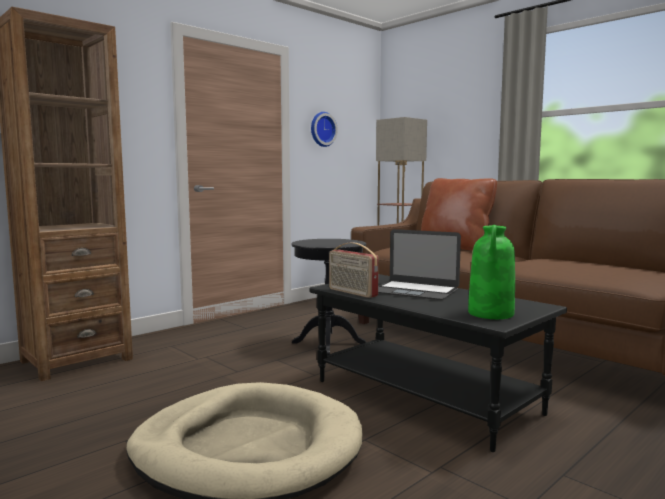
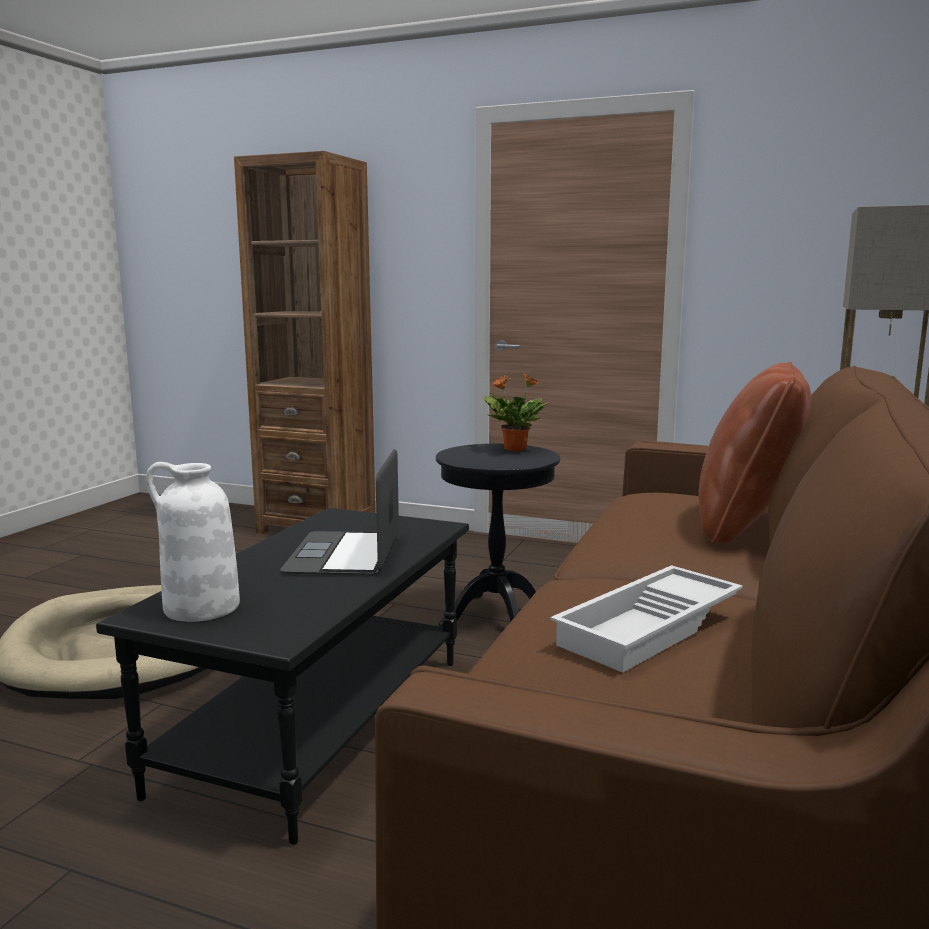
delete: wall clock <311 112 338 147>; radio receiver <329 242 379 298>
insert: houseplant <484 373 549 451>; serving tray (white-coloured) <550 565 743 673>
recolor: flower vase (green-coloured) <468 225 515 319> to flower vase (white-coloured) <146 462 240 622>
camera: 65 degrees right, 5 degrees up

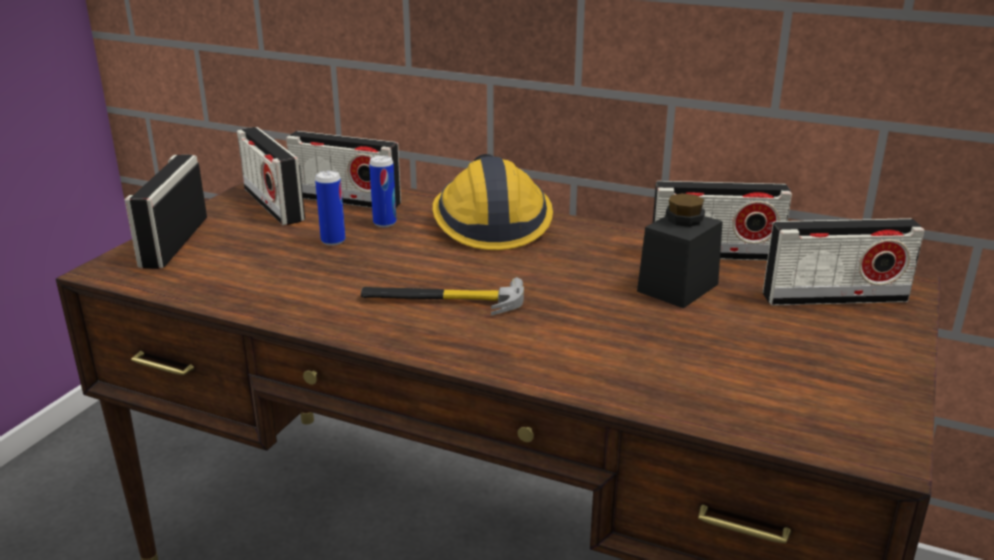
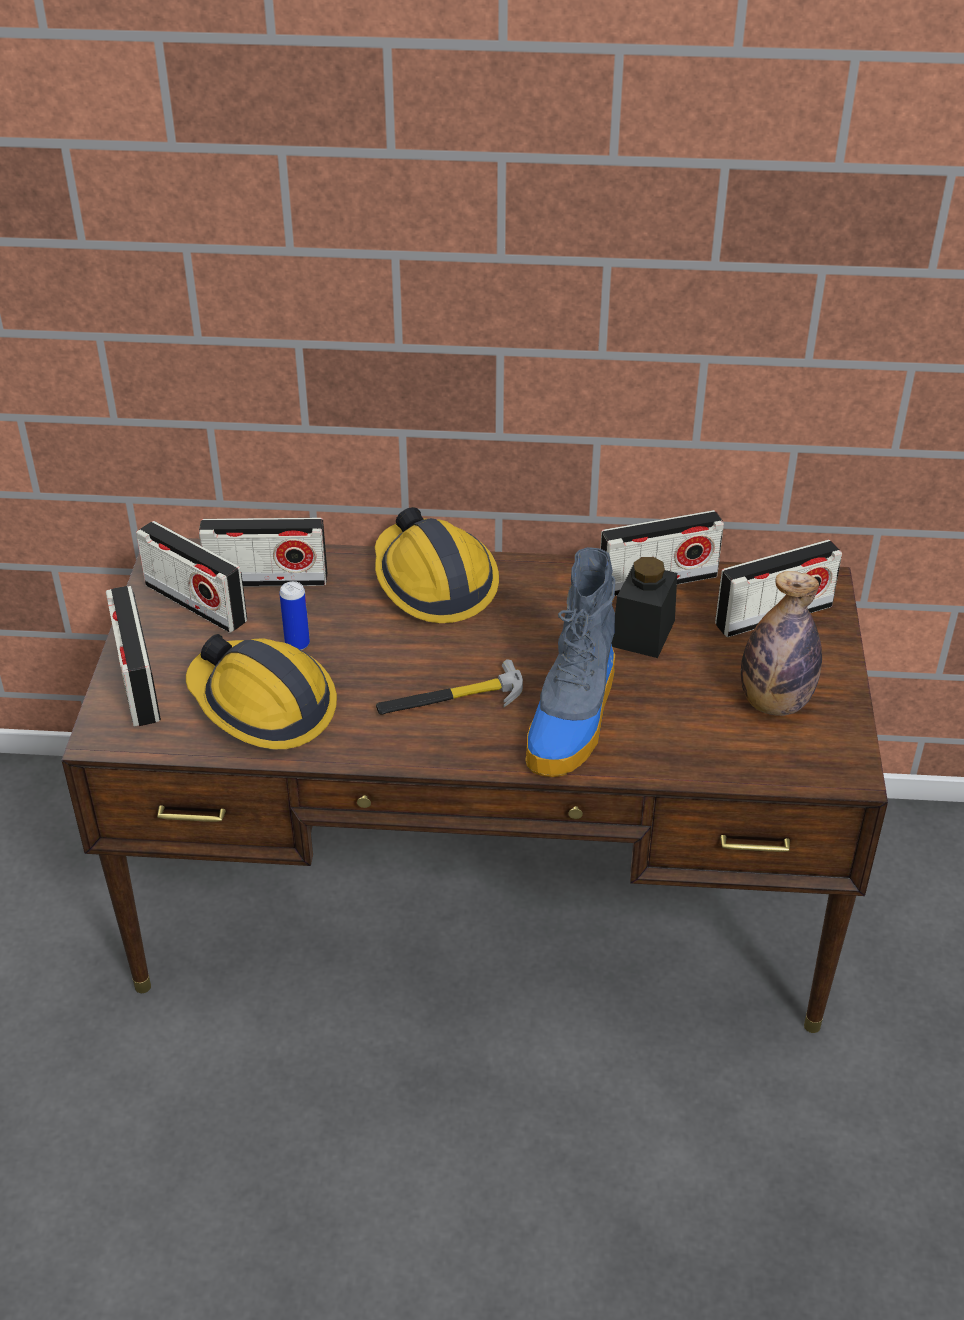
delete: metal can <369 155 397 227>
insert: work helmet <186 634 337 749>; boot <525 547 615 777>; drink bottle <741 571 822 716>
camera: 20 degrees left, 15 degrees up

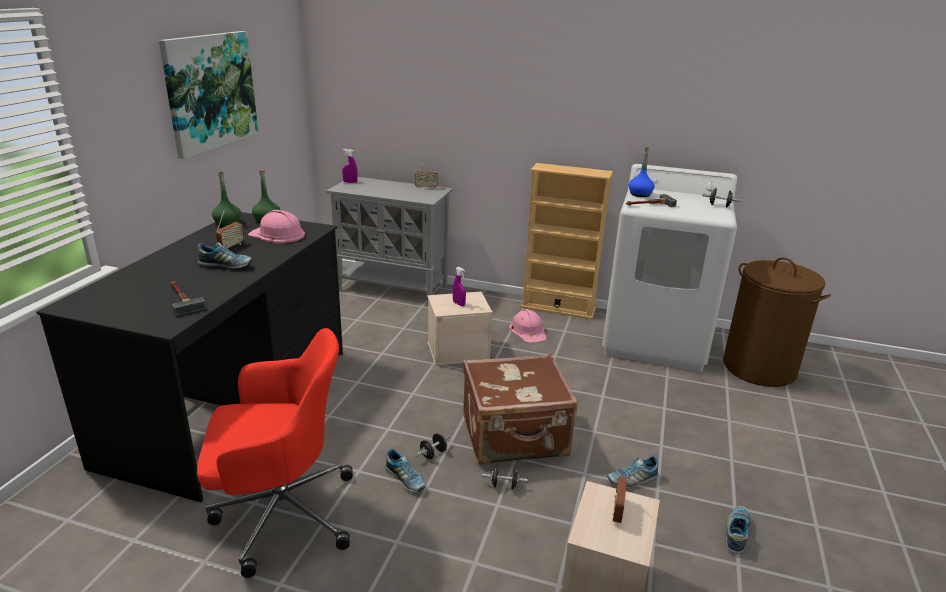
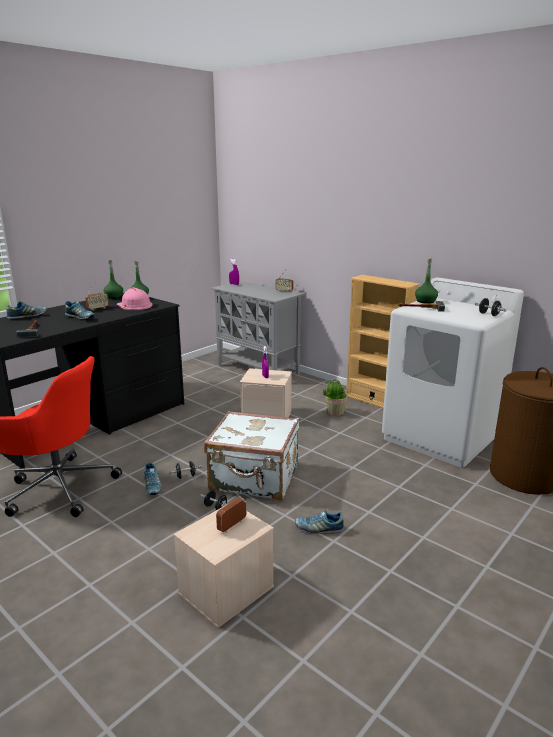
delete: wall picture <159 31 258 159>
move: shoe <726 506 751 554> to <6 301 47 319>
replace: work helmet (pink-coloured) <509 309 547 343> to houseplant <323 378 348 416>
recolor: travel case (brown) <463 354 578 465> to travel case (white-coloured) <204 411 299 500>; drink bottle (bluish) <629 146 655 197> to drink bottle (green-coloured) <415 259 438 304>
camera: 25 degrees right, 5 degrees down

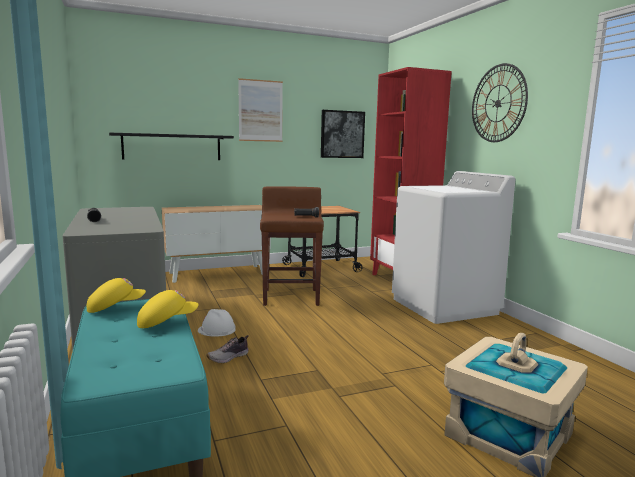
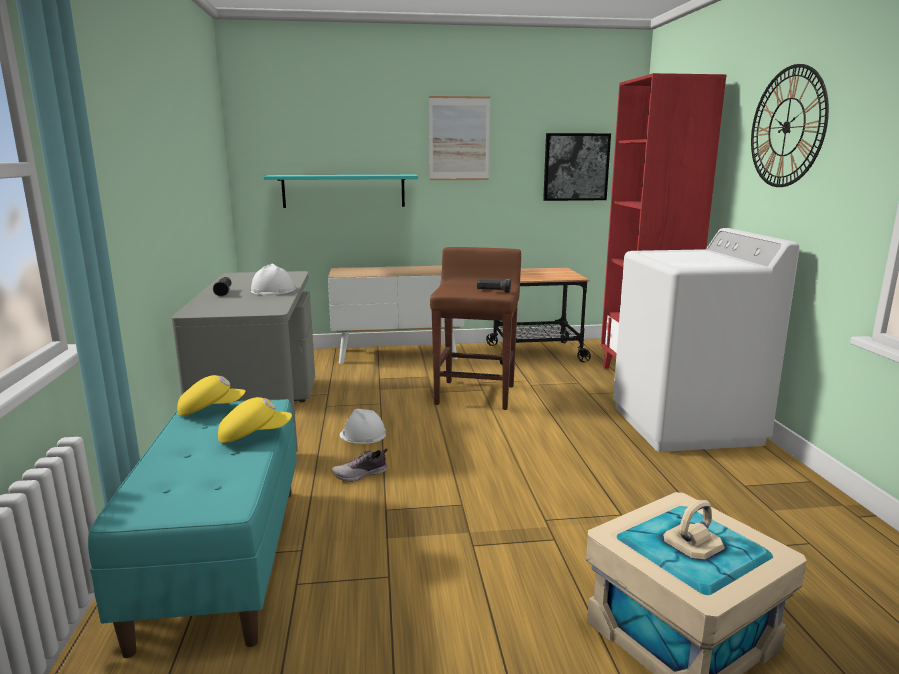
insert: work helmet (white-coloured) <251 264 295 295>
recolor: shelf (black) <109 133 234 160> to shelf (turquoise-coloured) <263 175 418 208>
camera: 15 degrees right, 5 degrees up

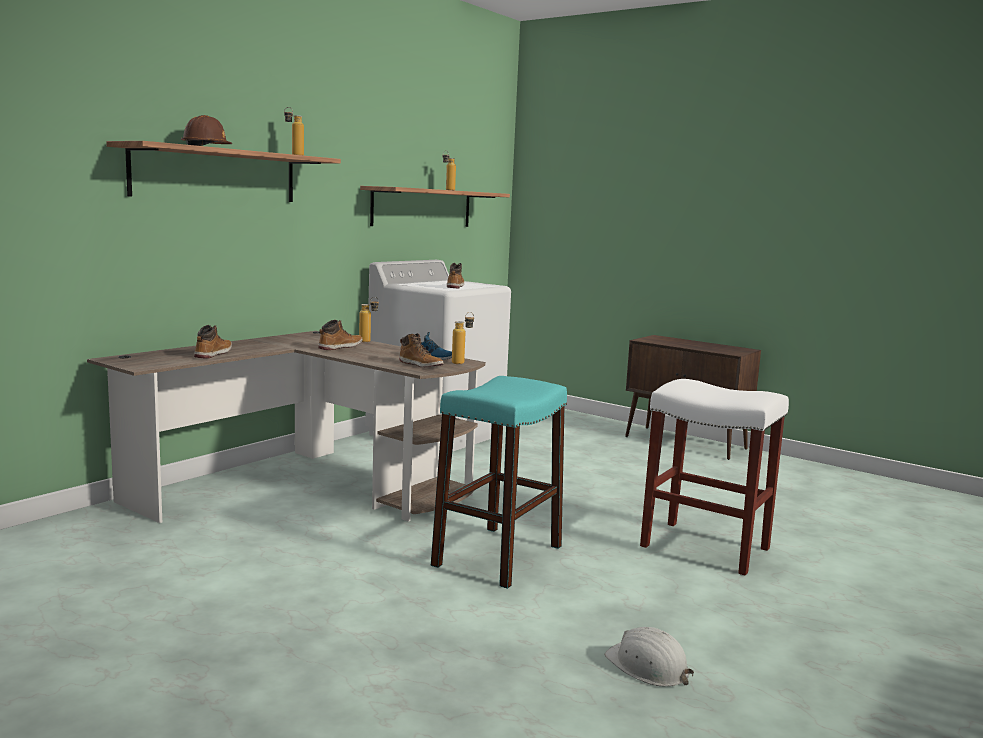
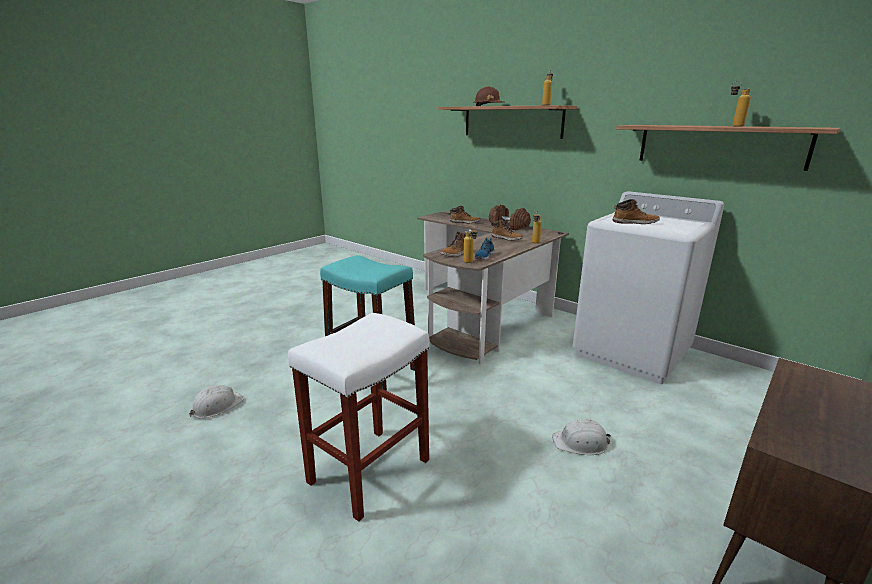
insert: hand weight (brown) <489 205 531 230>; work helmet (white-coloured) <552 419 611 455>
camera: 95 degrees right, 10 degrees up

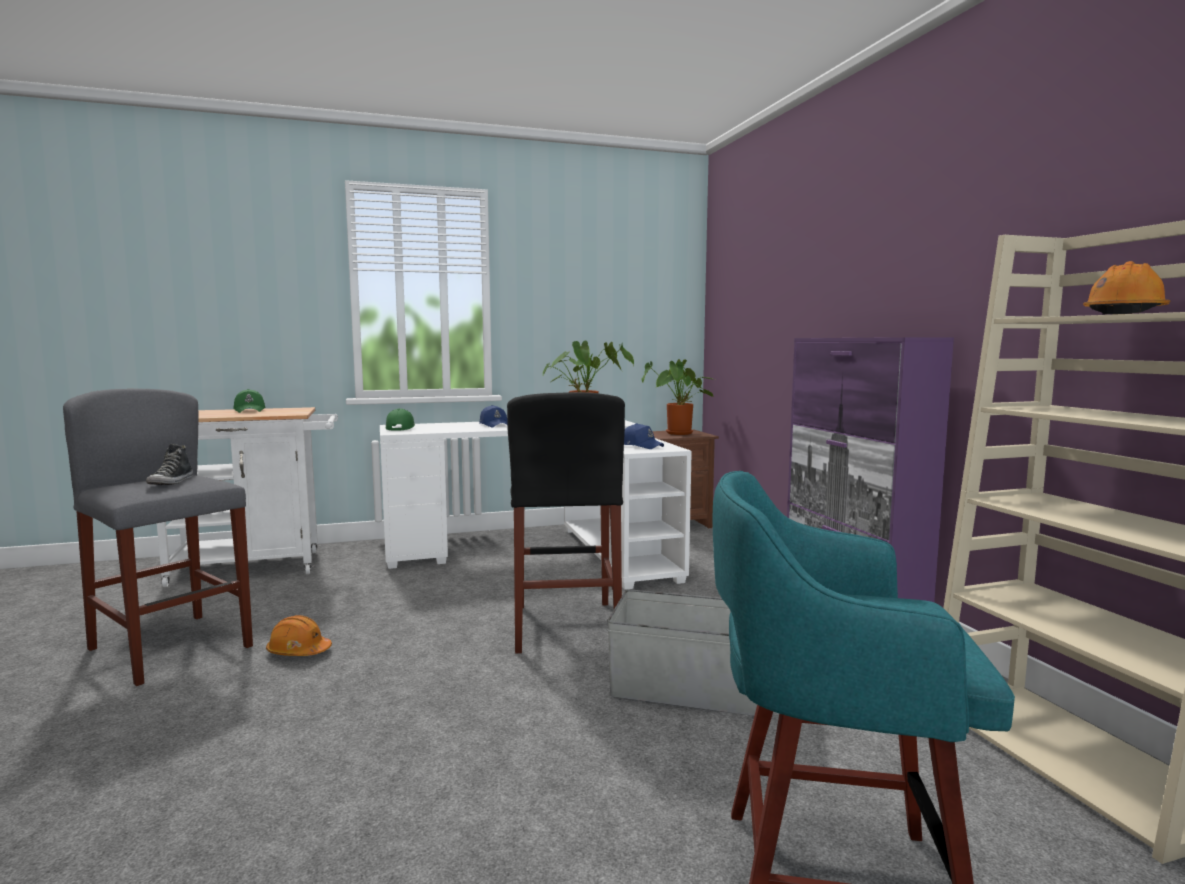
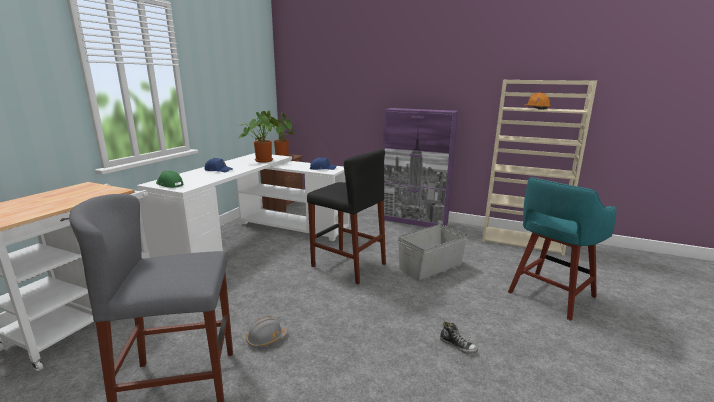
delete: cap (green-coloured) <233 389 266 413>
move: shoe <146 444 193 485> to <440 322 478 354>
recolor: work helmet (orange) <266 615 332 656> to work helmet (greyish) <246 316 288 347>
camera: 50 degrees left, 10 degrees up

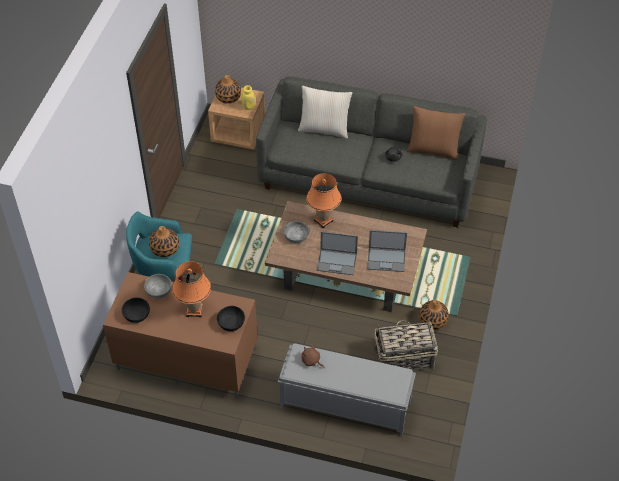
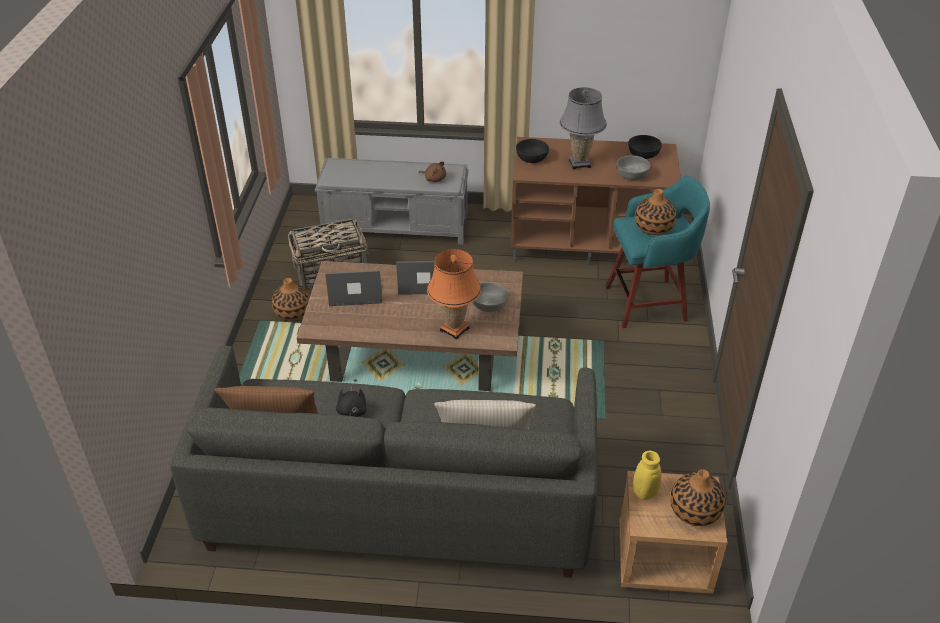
recolor: table lamp (orange) <172 261 211 317> to table lamp (greyish) <560 87 607 169>
camera: 170 degrees right, 10 degrees down

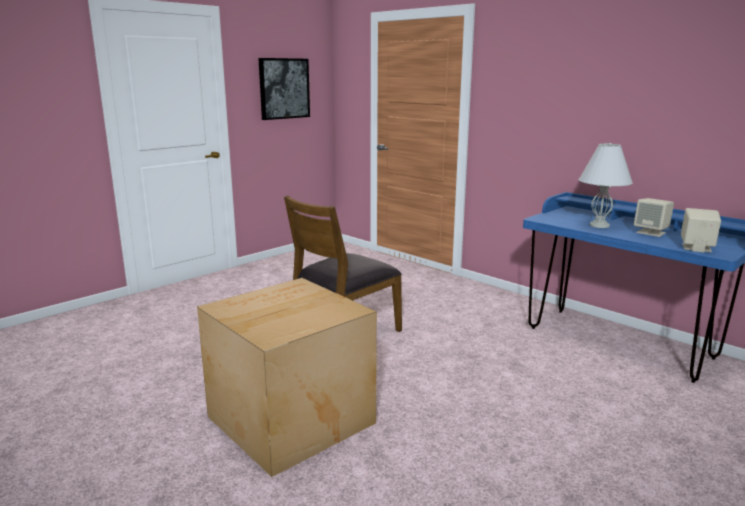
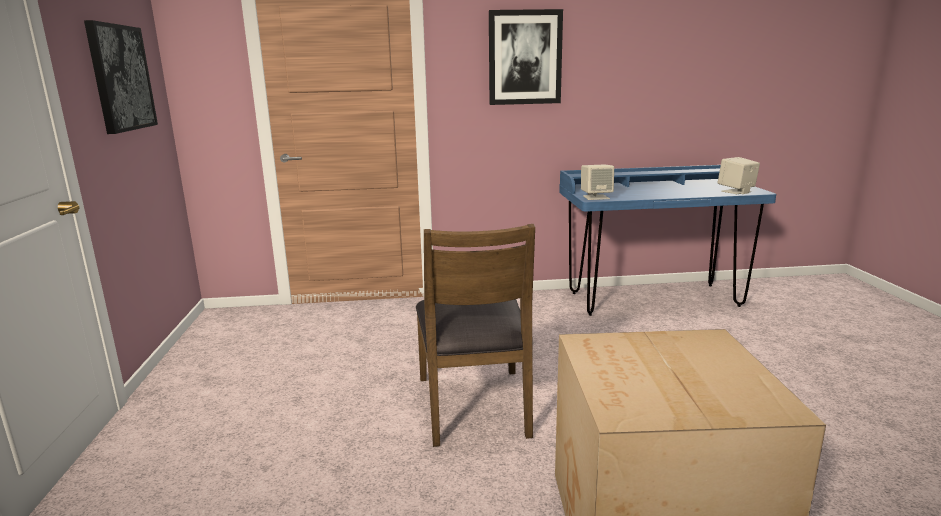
delete: table lamp (white-coloured) <578 143 633 228>
insert: wall picture <489 9 563 105>
move: audio speaker (beige) <634 198 674 237> to <581 164 614 200>
camera: 50 degrees left, 0 degrees up

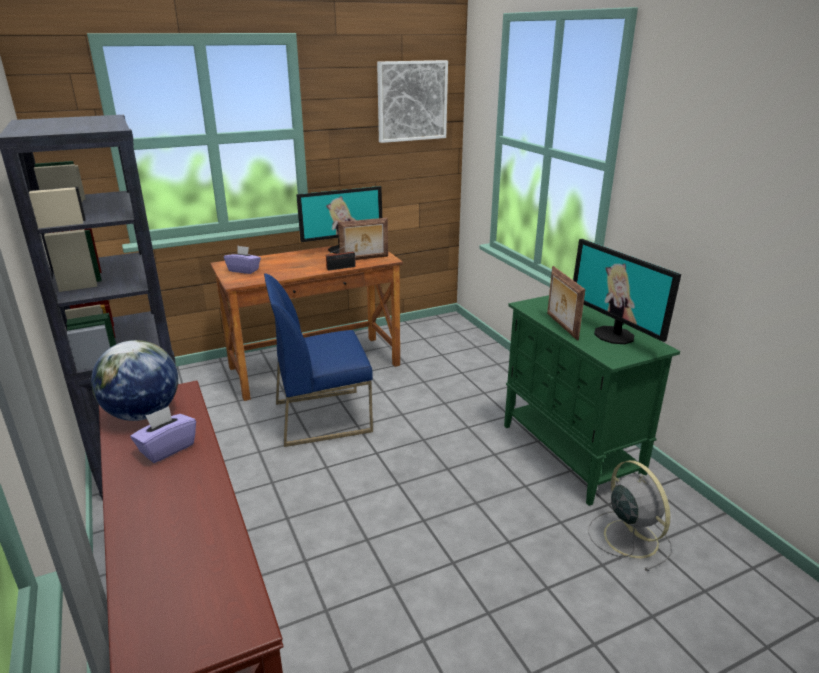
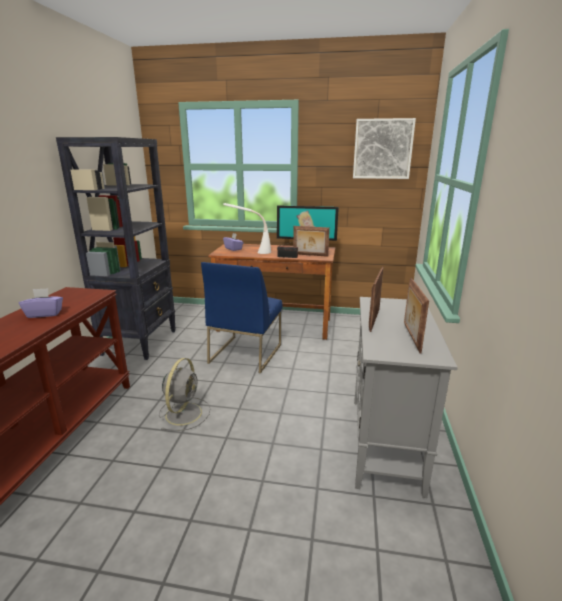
delete: globe <91 340 178 421>
insert: table lamp (white-coloured) <223 203 271 254>
move: cooling fan (greyish) <588 460 672 571> to <159 358 211 431>
replace: computer display <573 239 682 344> to standing frame <404 278 429 354>
recolor: cabinet (green-coloured) <504 295 680 506> to cabinet (greyish) <354 297 458 498>
rotate: upright chair (bluish) <264 273 373 447> = <201 262 283 373> 90 degrees counterclockwise
camera: 35 degrees right, 5 degrees down

